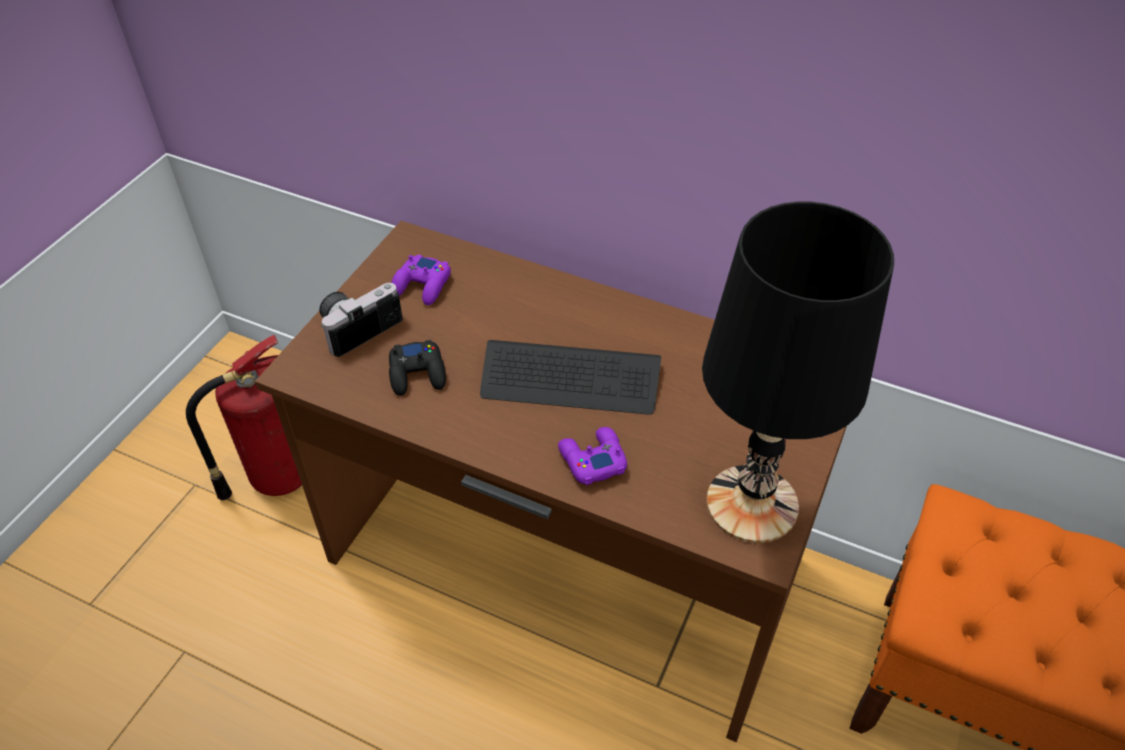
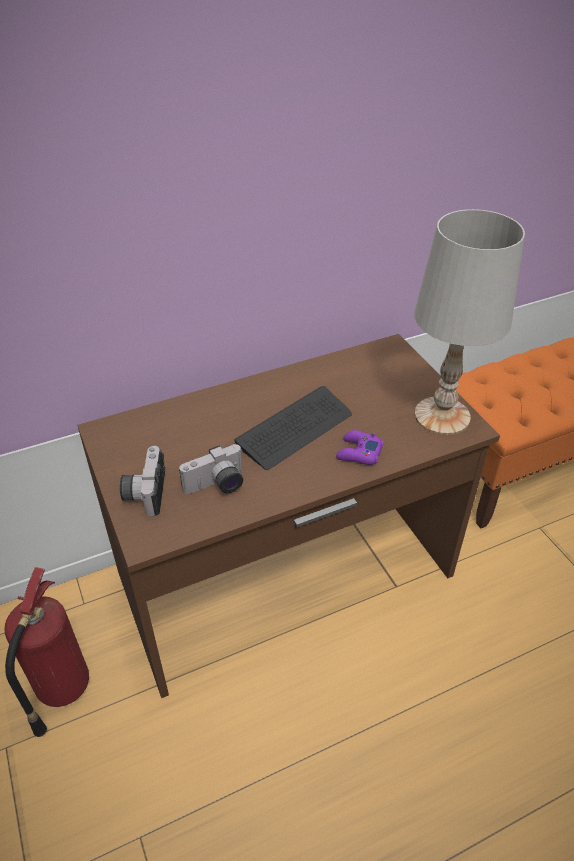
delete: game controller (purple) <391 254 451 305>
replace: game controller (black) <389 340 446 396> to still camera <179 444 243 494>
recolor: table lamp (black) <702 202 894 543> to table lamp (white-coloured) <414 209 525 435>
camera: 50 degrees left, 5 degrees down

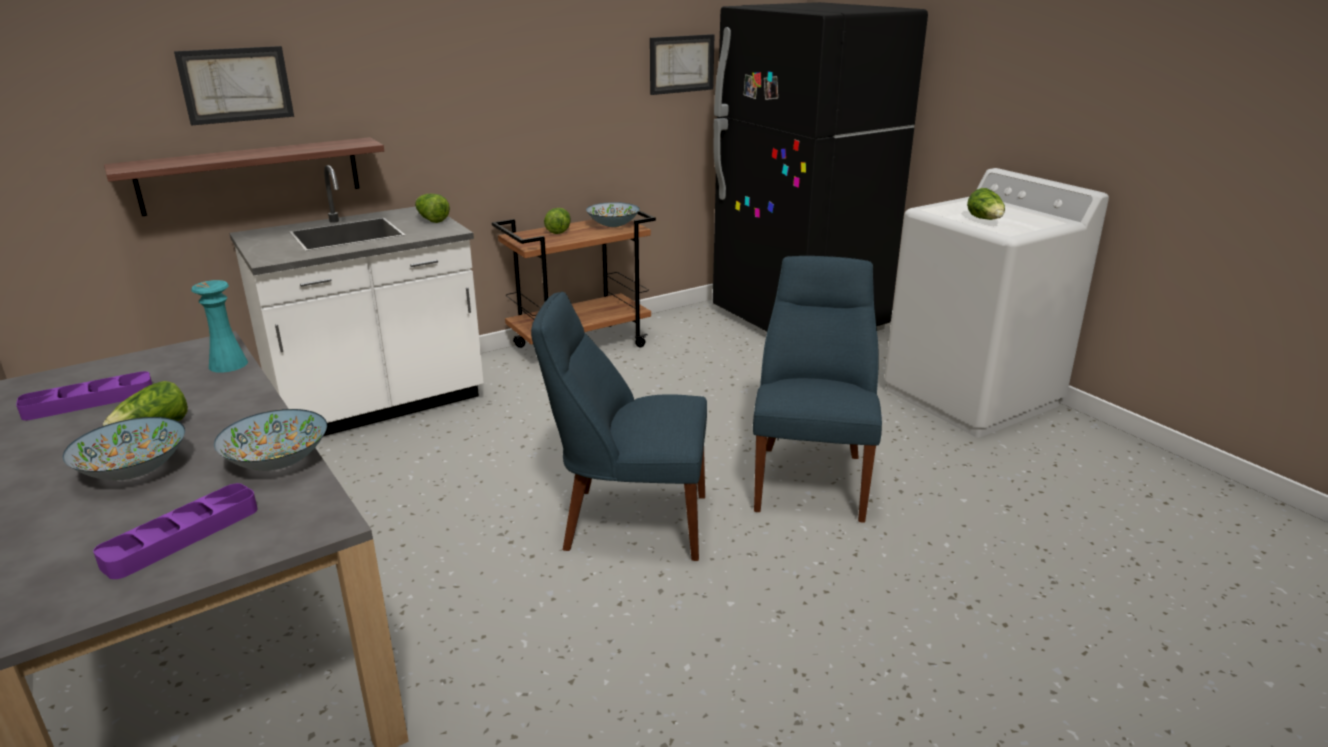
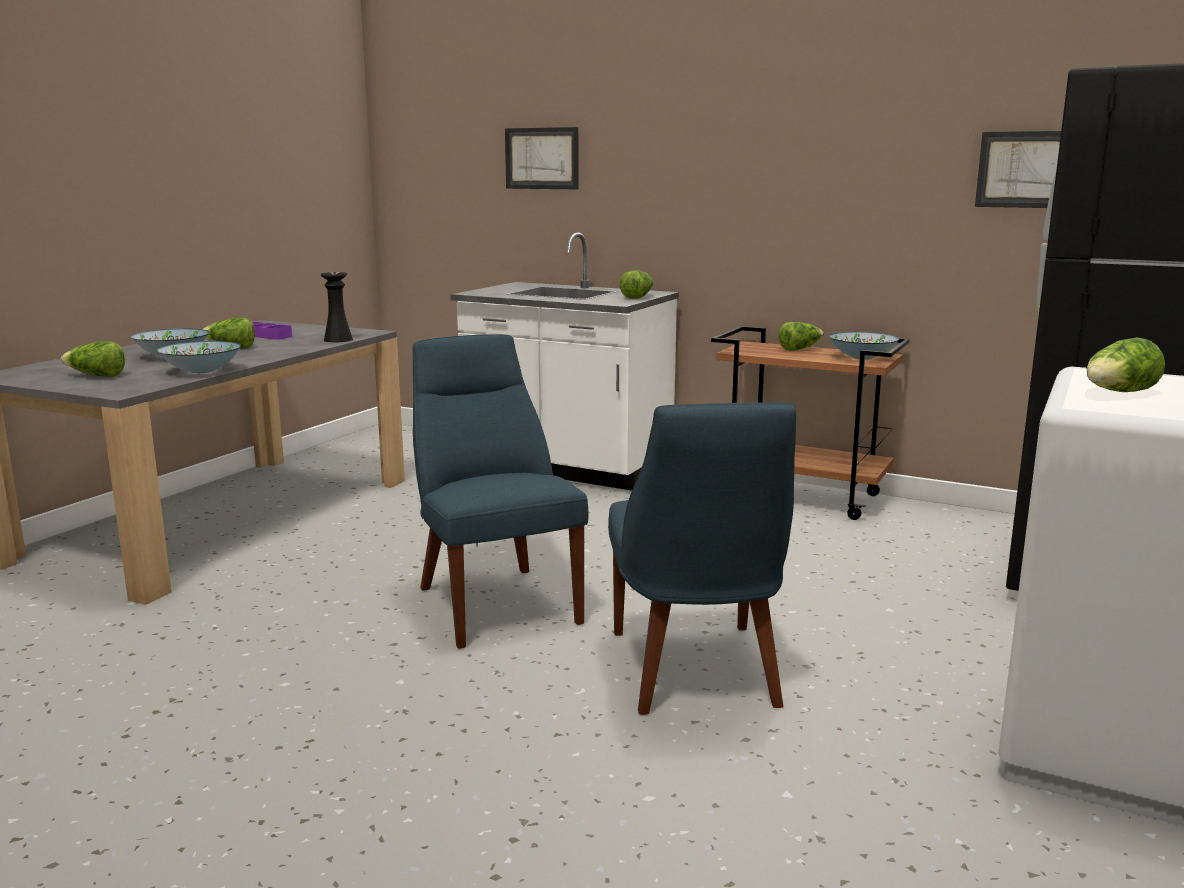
delete: shelf <104 137 384 216>
replace: serving tray (purple) <93 483 258 579> to lettuce head <61 341 125 377>
recolor: flower vase (turquoise-coloured) <191 280 248 373> to flower vase (black) <320 272 353 342>
rotate: upright chair (bluish) <753 256 882 523> = <608 402 796 715> 105 degrees clockwise
camera: 60 degrees right, 10 degrees down

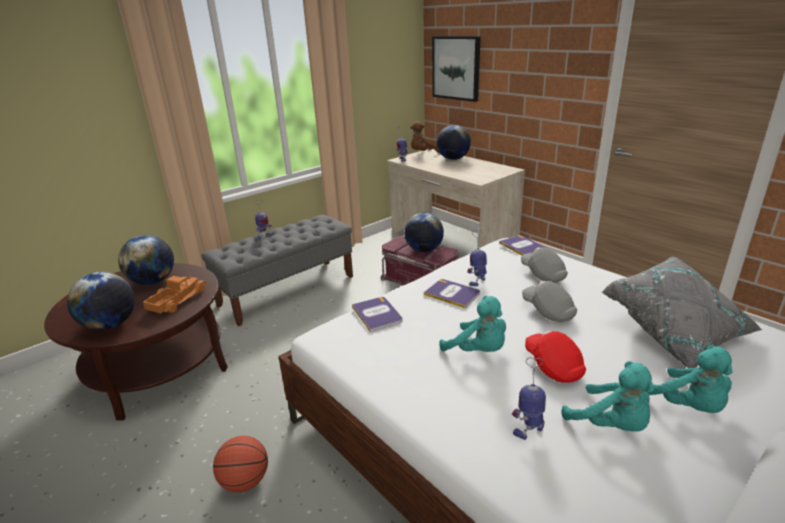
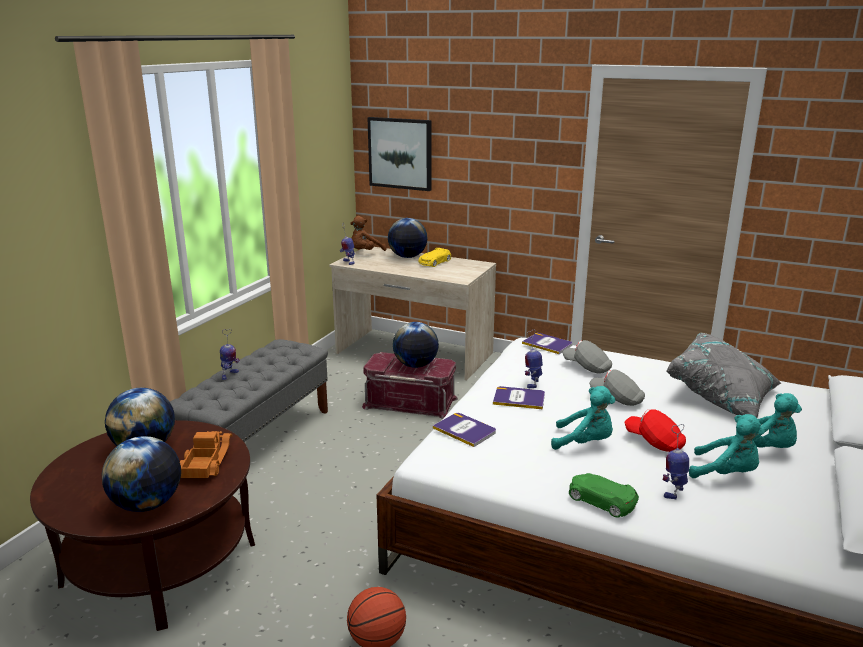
insert: toy car (yellow) <419 248 451 267>; toy car (green-coloured) <569 473 639 518>
camera: 25 degrees left, 5 degrees down

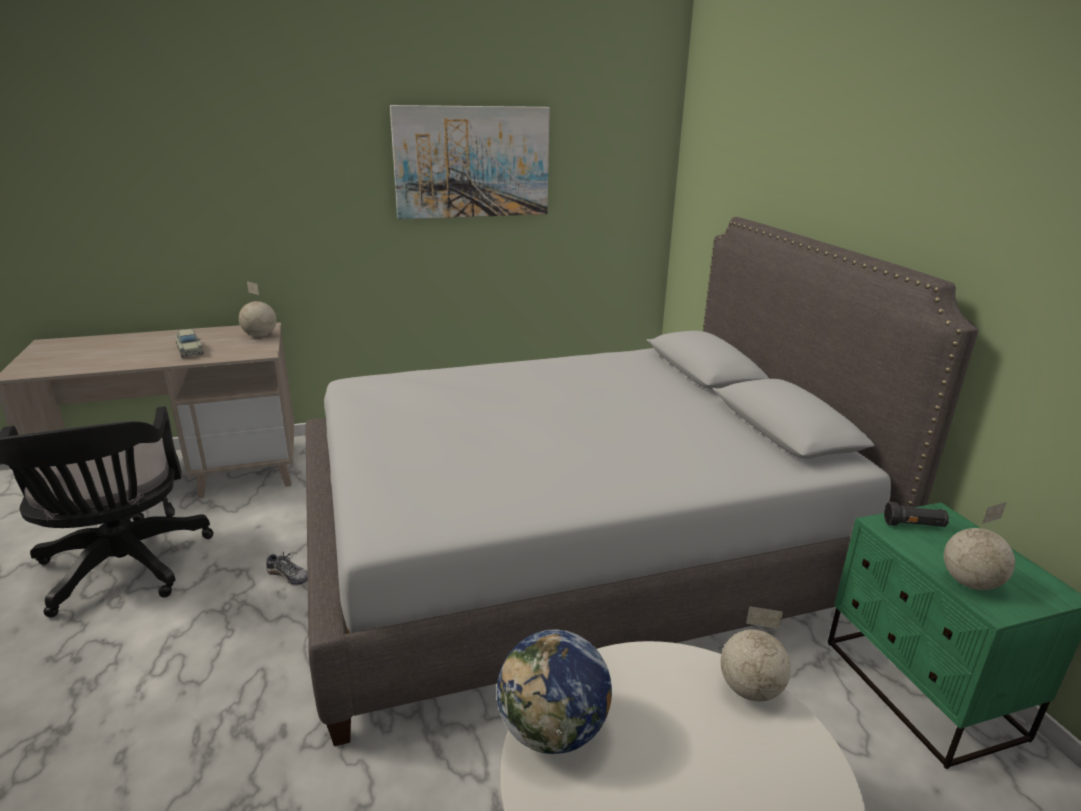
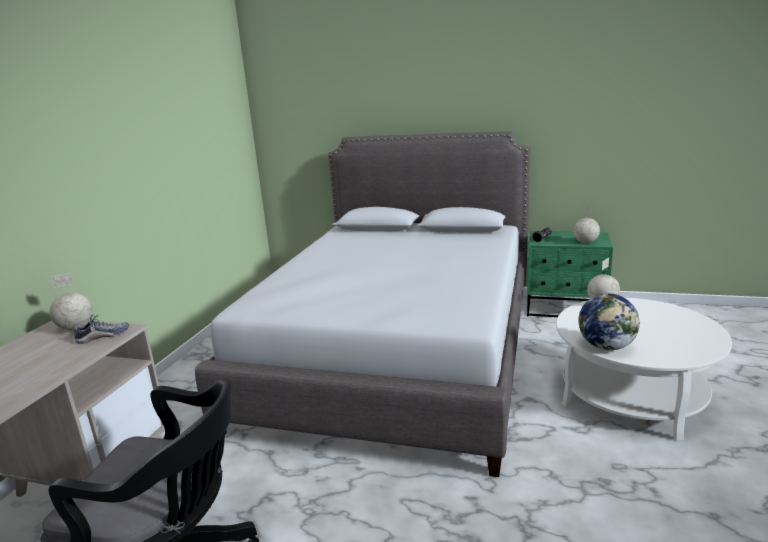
delete: toy car (beige) <175 329 204 357>; wall picture <390 105 550 219>
move: shoe <266 552 308 586> to <74 315 129 344>
camera: 55 degrees left, 5 degrees down

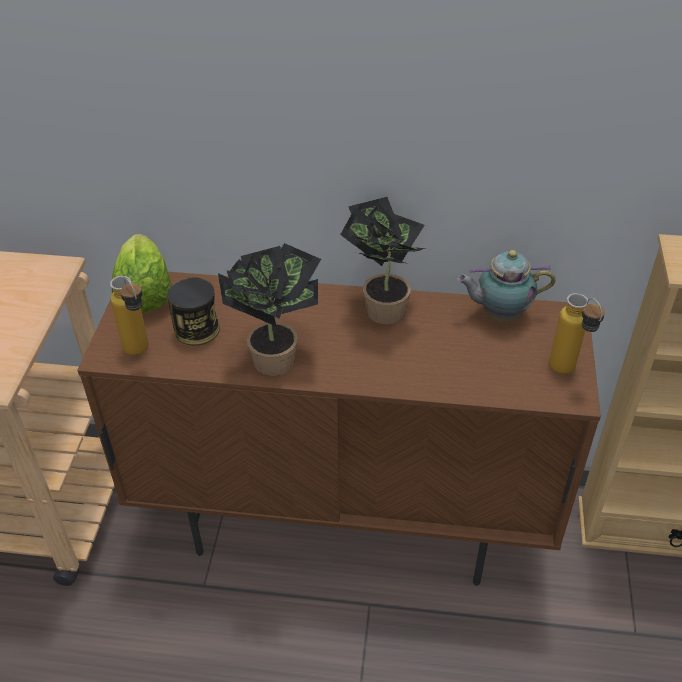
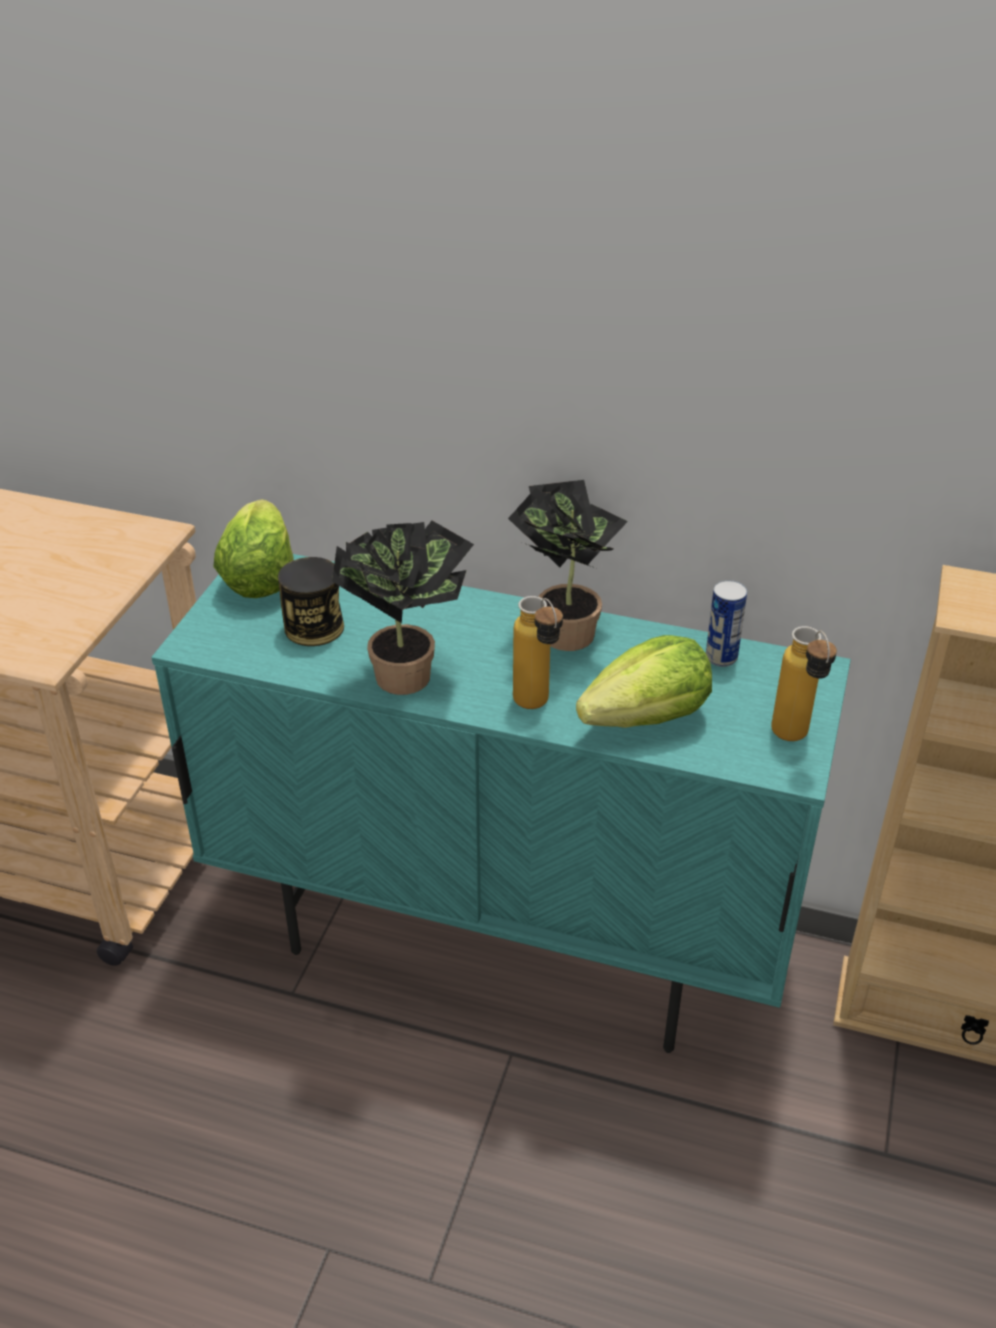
insert: lettuce head <576 635 712 728>
move: drink bottle <110 276 149 355> to <513 596 563 709>
replace: pot for tea <457 250 555 322> to metal can <706 580 747 667>
recolor: cabinet (brown) <77 272 601 586> to cabinet (turquoise-coloured) <151 554 851 1053>
camera: 10 degrees right, 5 degrees down

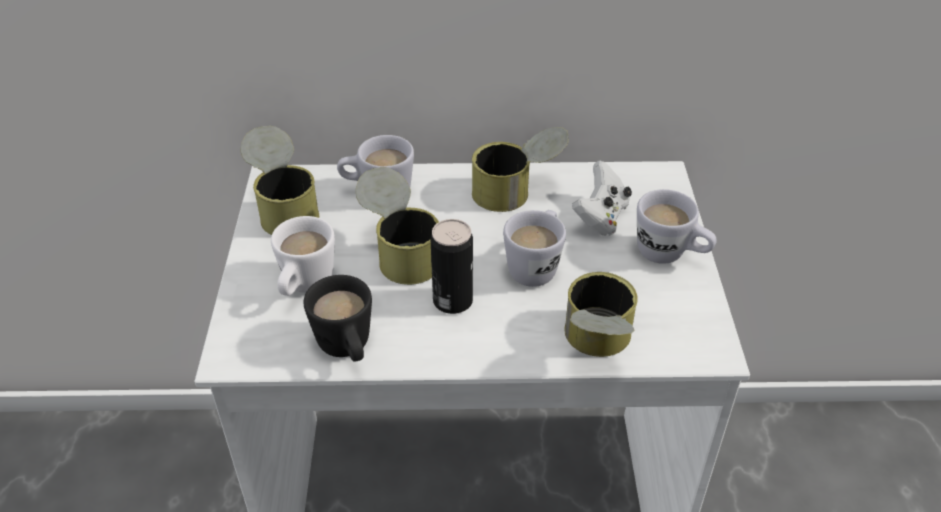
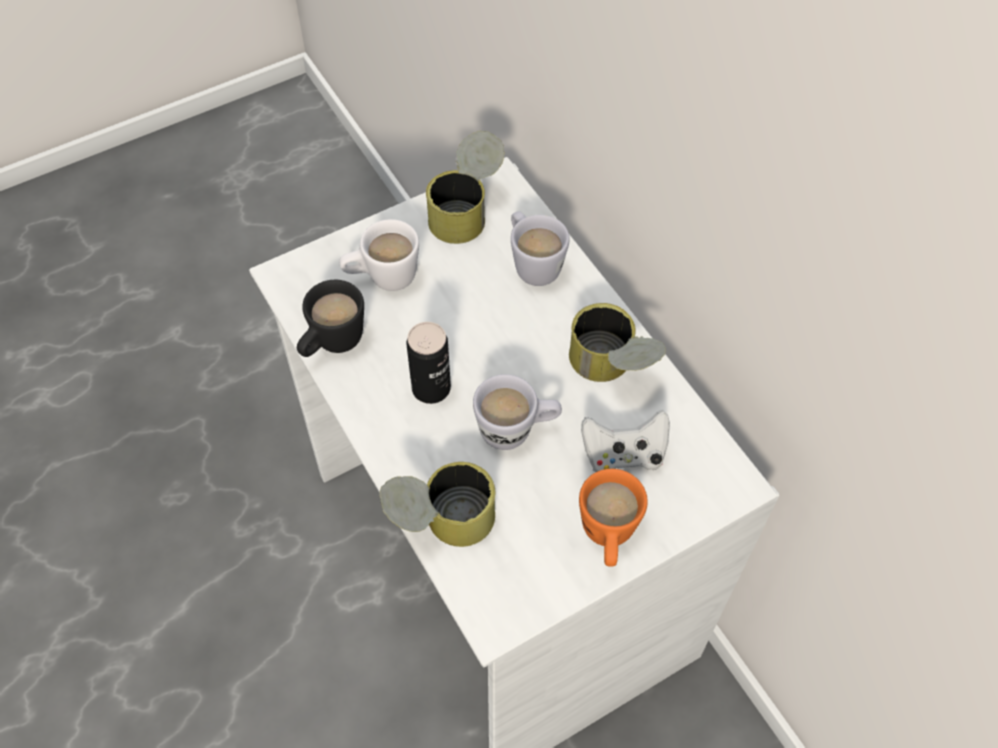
delete: metal can <356 167 439 285>
recolor: tea mug (white-coloured) <637 189 717 264> to tea mug (orange) <579 469 648 567>
camera: 60 degrees right, 15 degrees up

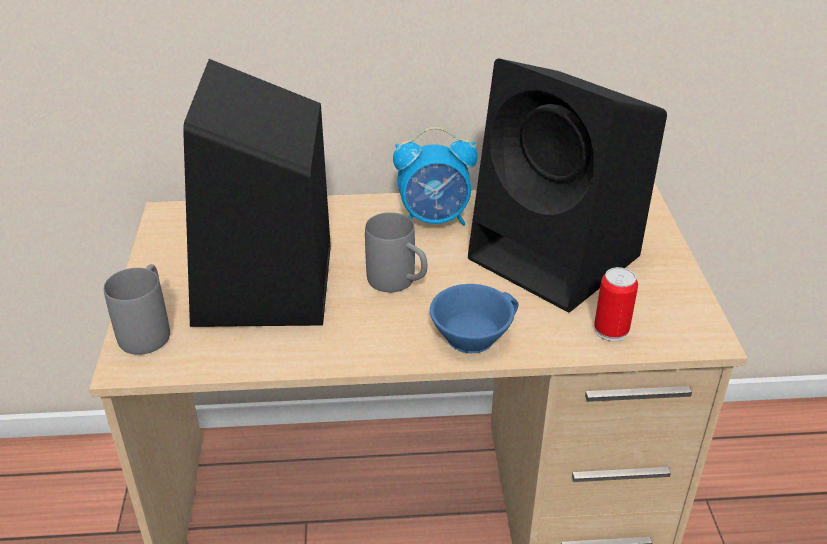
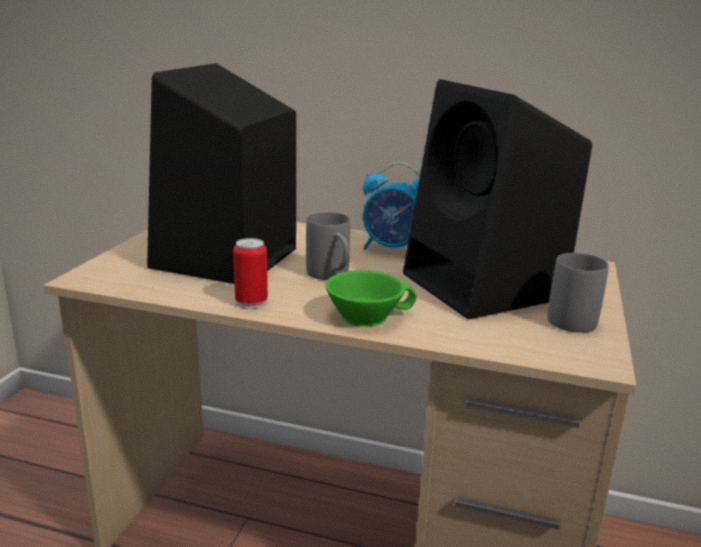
move: tea mug (greyish) <104 264 170 355> to <547 253 609 333>; metal can <594 267 638 342> to <233 238 268 309>
recolor: cup (bluish) <430 284 519 353> to cup (green-coloured) <325 270 416 327>
camera: 20 degrees right, 15 degrees down

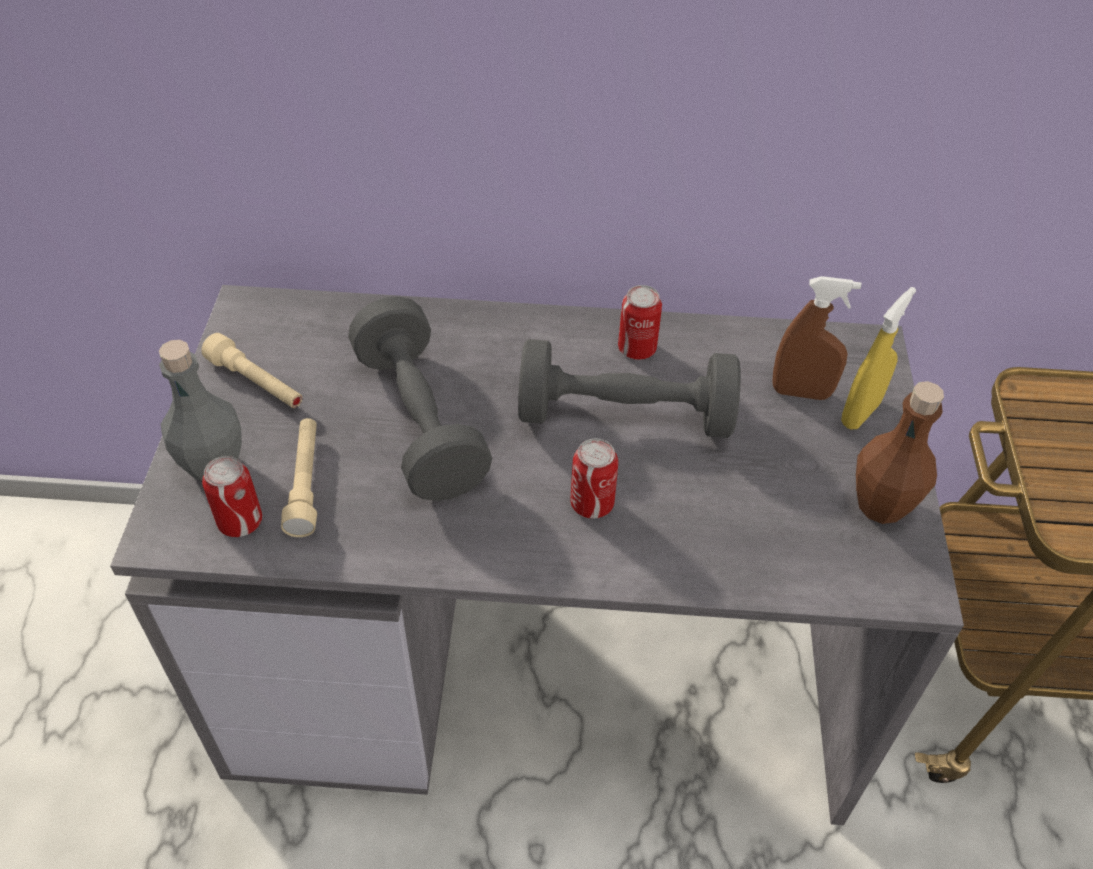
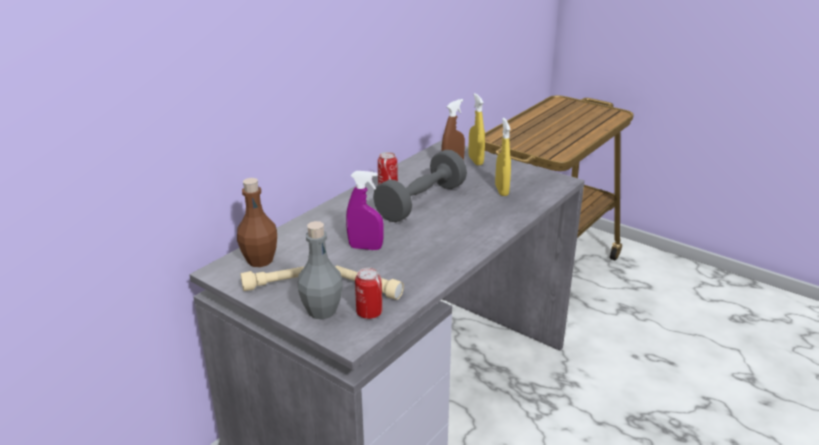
delete: metal can <570 438 618 519>
insert: hand sprayer (yellow) <495 118 511 196>
move: drink bottle (brown) <856 381 944 524> to <237 178 277 267>
replace: hand weight (greyish) <348 296 492 501> to hand sprayer (purple) <346 171 384 250>
camera: 55 degrees left, 20 degrees down

